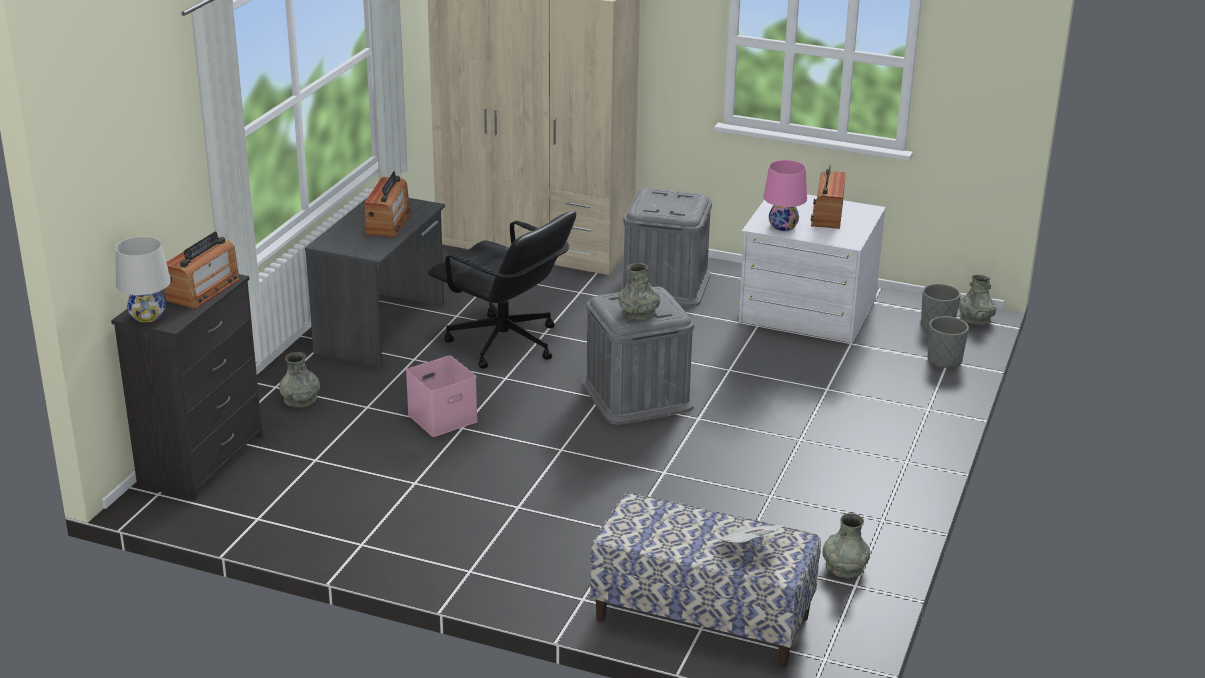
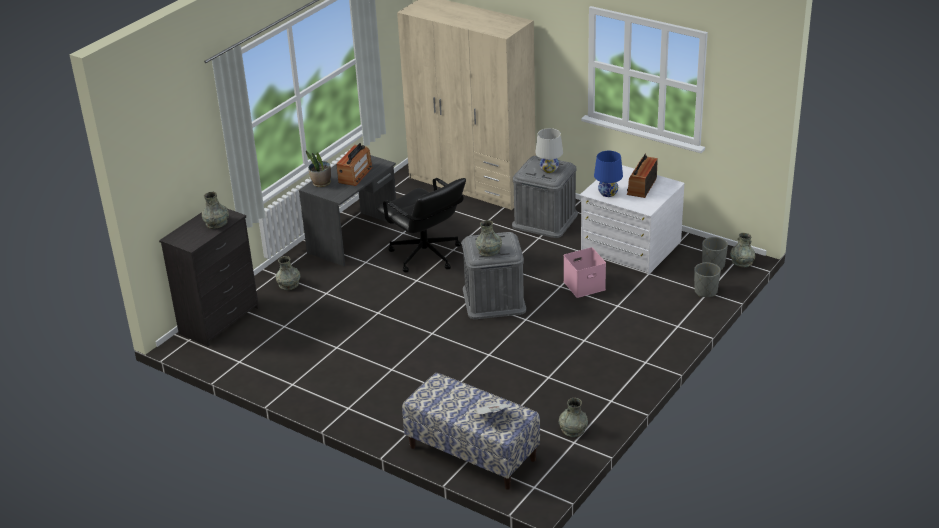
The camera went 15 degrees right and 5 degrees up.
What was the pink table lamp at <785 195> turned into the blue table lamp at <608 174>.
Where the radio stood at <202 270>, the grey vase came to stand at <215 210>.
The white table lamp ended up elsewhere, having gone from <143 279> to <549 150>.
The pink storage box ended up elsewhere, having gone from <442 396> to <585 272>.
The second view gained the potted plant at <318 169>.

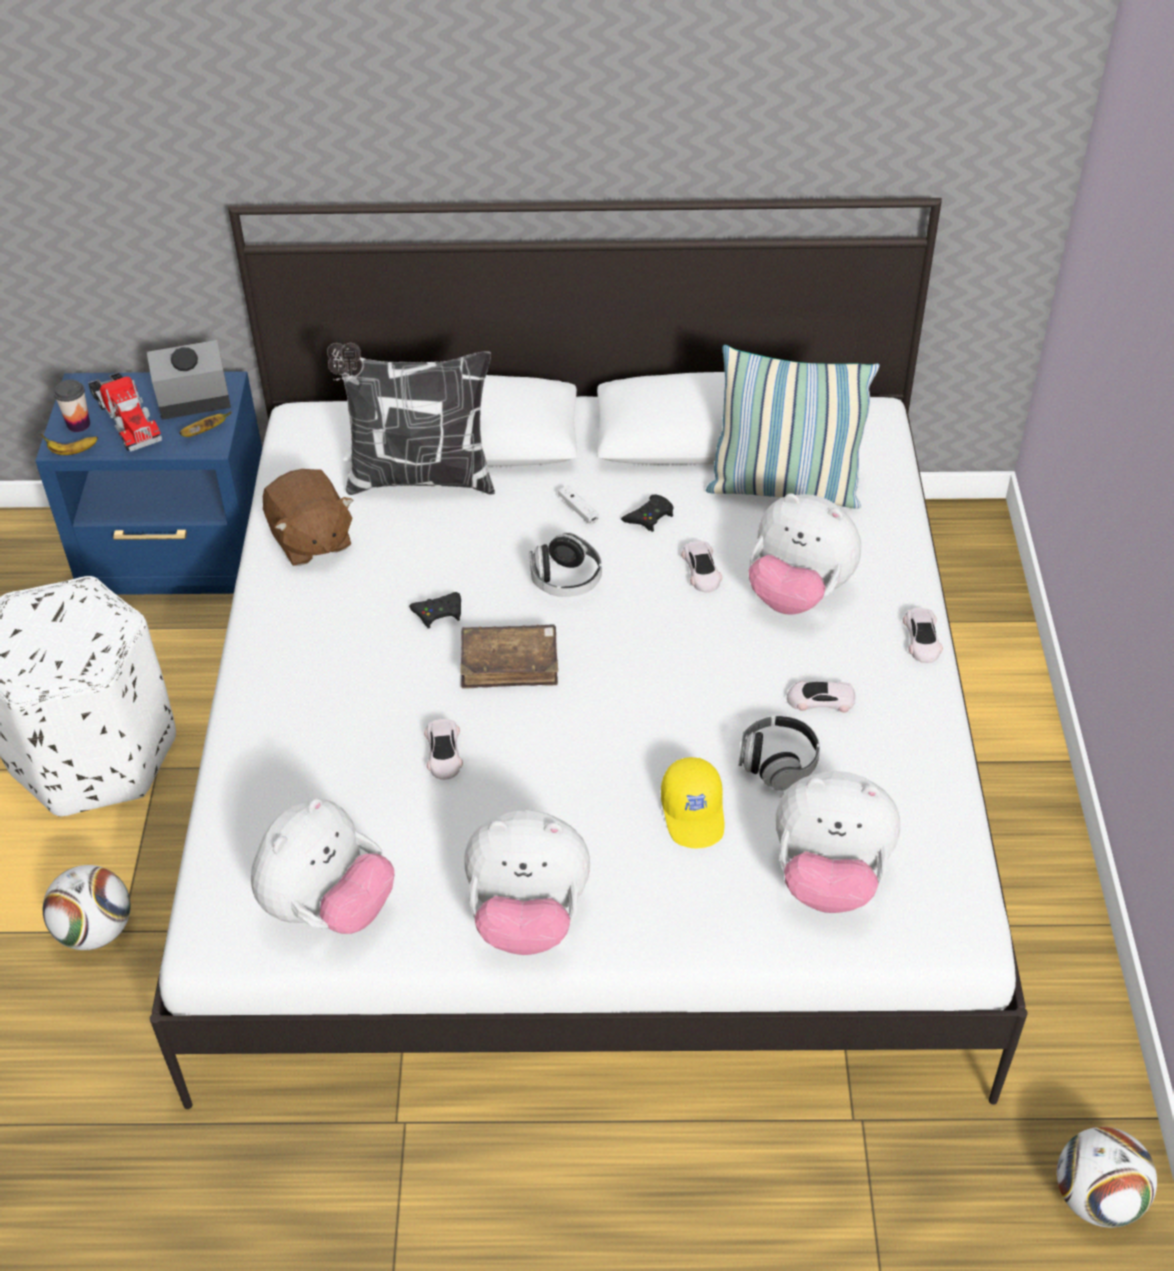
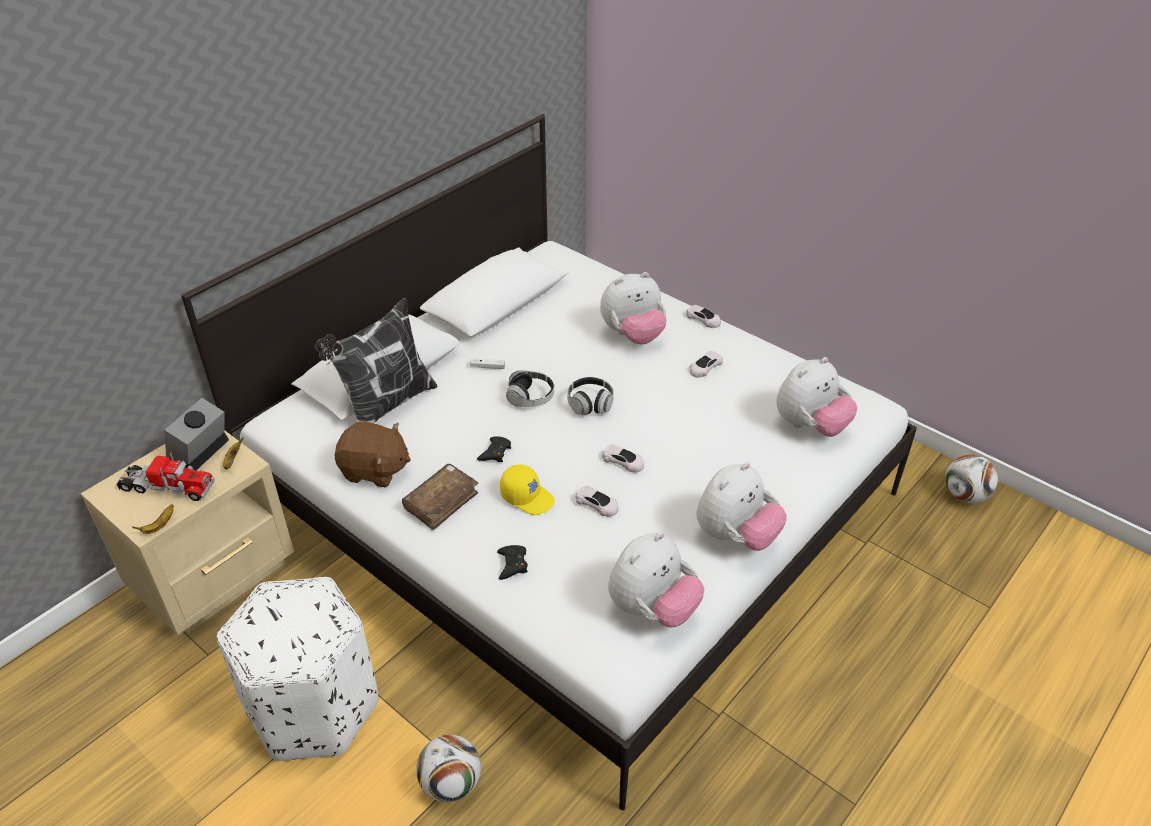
The camera went 50 degrees left and 5 degrees down.
The second view lost the pillow at <793 427>.
What was the blue nightstand at <148 483> turned into the beige nightstand at <187 533>.
The second view lost the cup at <71 406>.
The black game controller ended up elsewhere, having gone from <647 513> to <512 562>.
The white toy car ended up elsewhere, having gone from <701 566> to <623 458>.
The brown book ended up elsewhere, having gone from <509 657> to <440 497>.
The headphones ended up elsewhere, having gone from <779 753> to <591 396>.
The yellow cap ended up elsewhere, having gone from <693 802> to <527 490>.
The plush toy at <322 866> ended up facing another way, 60 degrees clockwise from before.

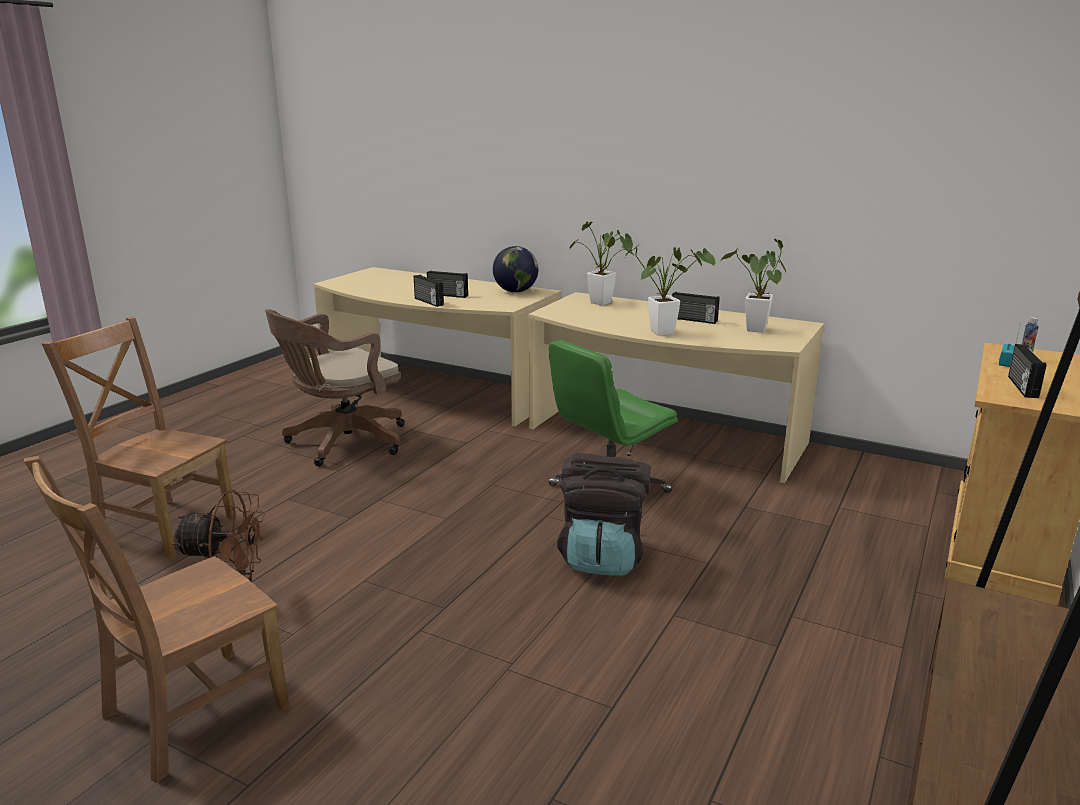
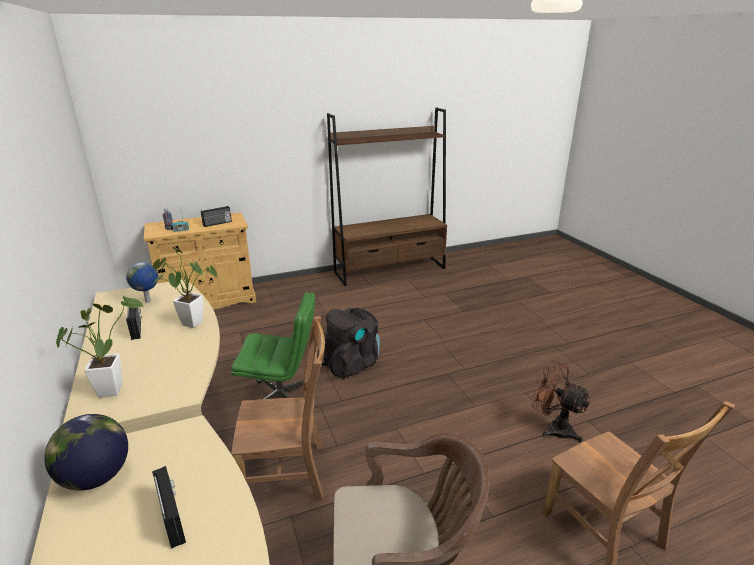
The camera went 140 degrees left and 5 degrees up.
Where the potted plant stood at <753 286>, the globe came to stand at <142 282>.
The second view lost the radio at <429 291>.
The brown chair ended up elsewhere, having gone from <156 619> to <278 408>.

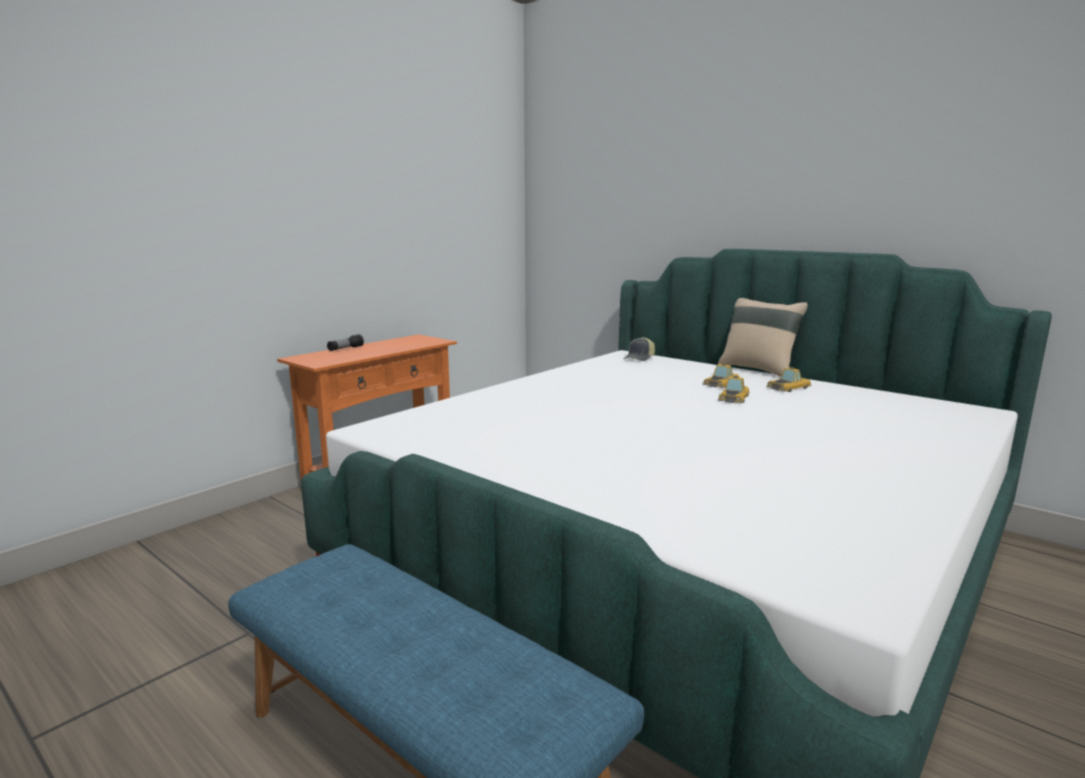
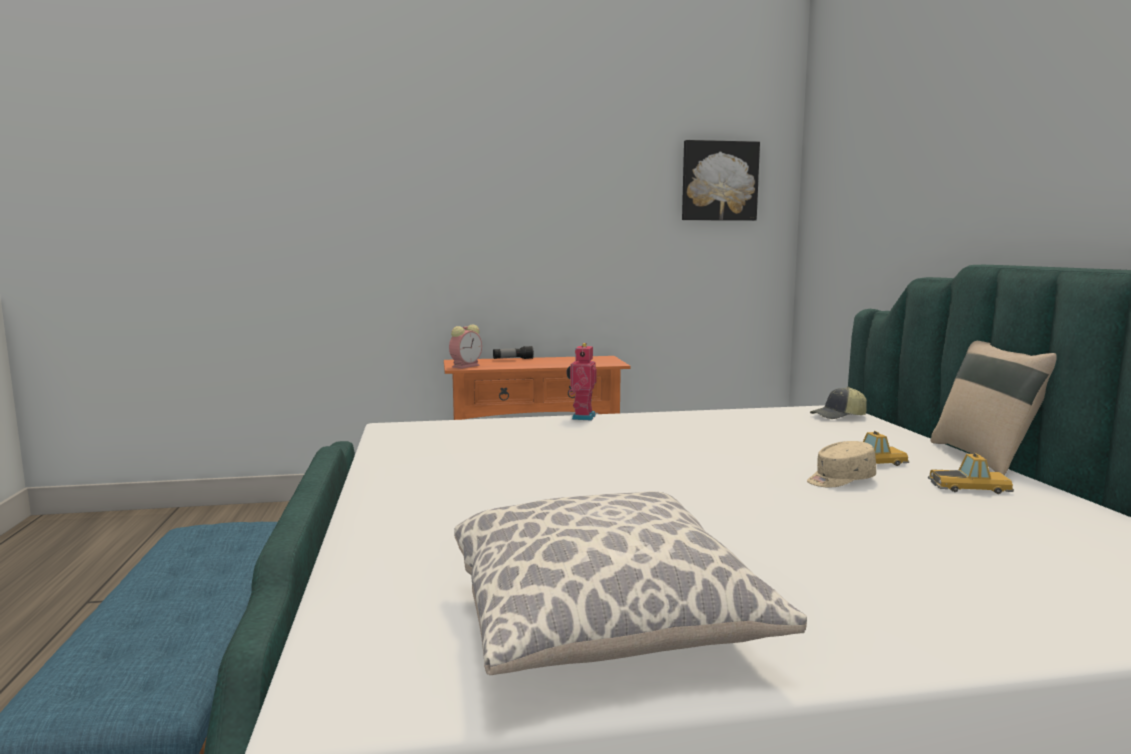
The camera went 40 degrees right and 5 degrees down.
Where the toy car stood at <734 389>, the beige cap came to stand at <841 464>.
The second view gained the picture at <721 180>.
The second view gained the alarm clock at <465 346>.
The second view gained the toy robot at <582 382>.
The second view gained the pillow at <630 583>.

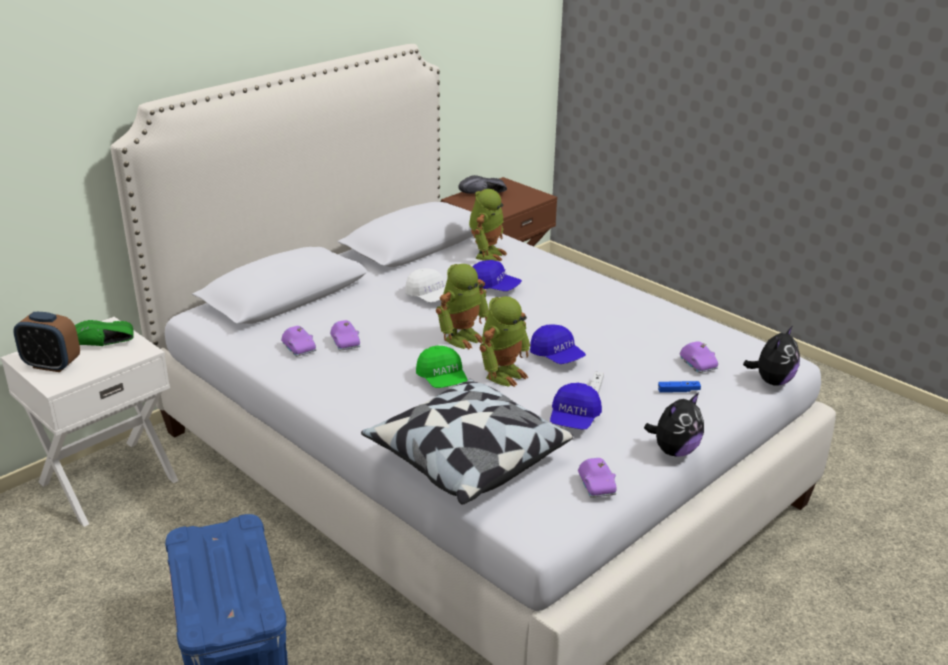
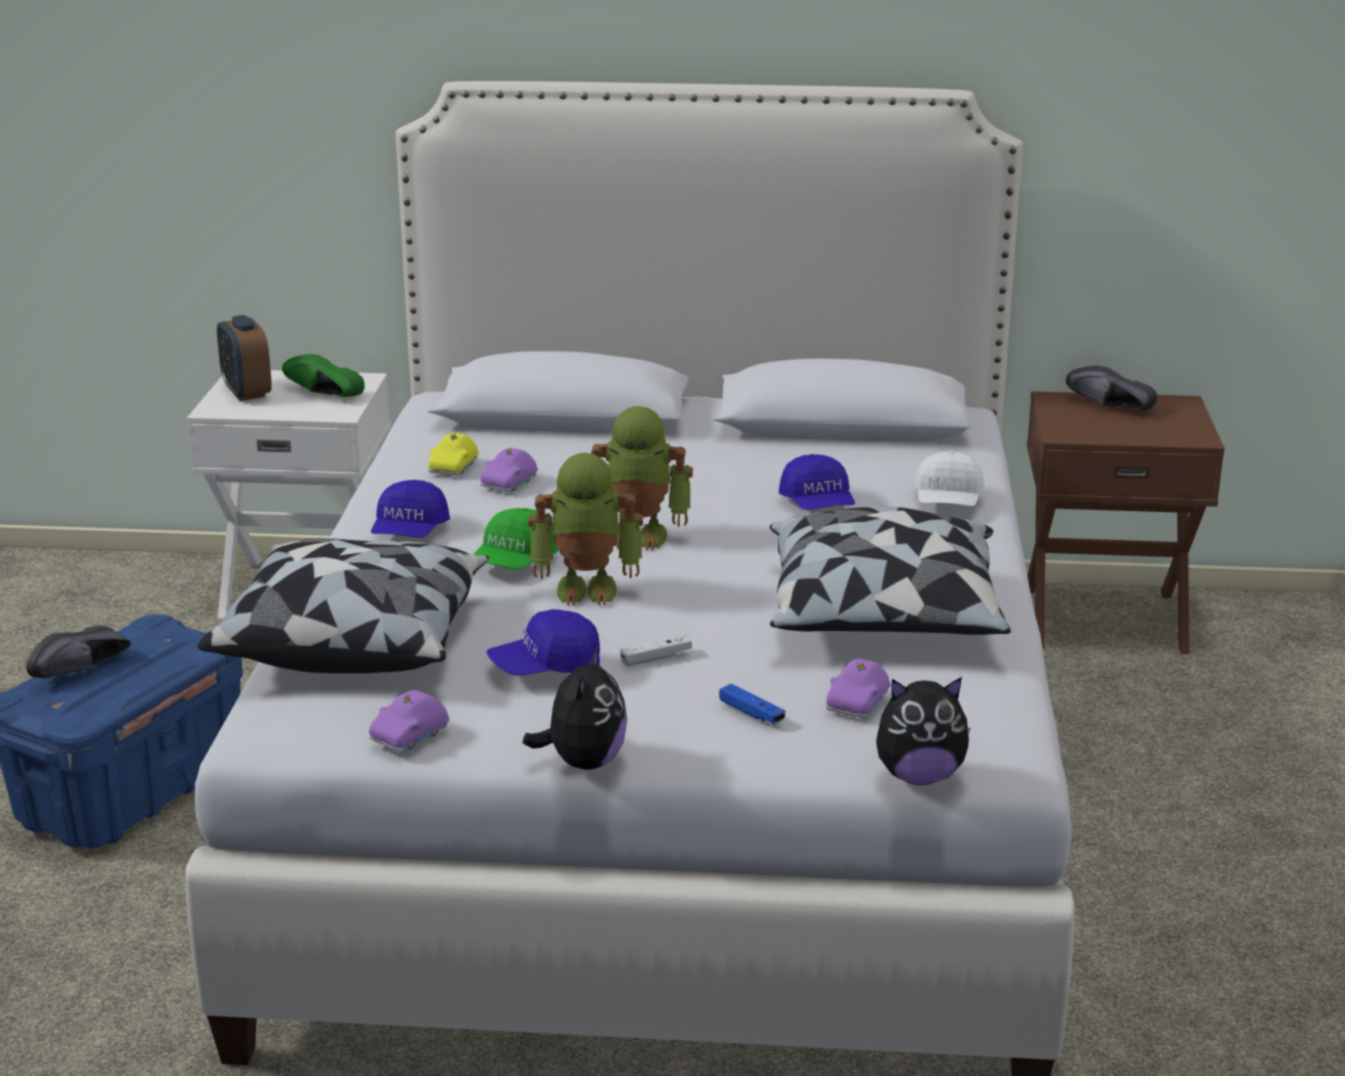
The camera went 50 degrees right and 5 degrees down.
The second view lost the toy robot at <488 225>.
The white cap ended up elsewhere, having gone from <425 285> to <949 478>.
The blue cap ended up elsewhere, having gone from <558 344> to <410 509>.
What was the purple toy car at <298 341> turned into the yellow toy car at <453 454>.
The plush toy at <674 424> ended up facing another way, 90 degrees counterclockwise from before.
The second view gained the pillow at <890 570>.
The second view gained the black shoe at <78 651>.

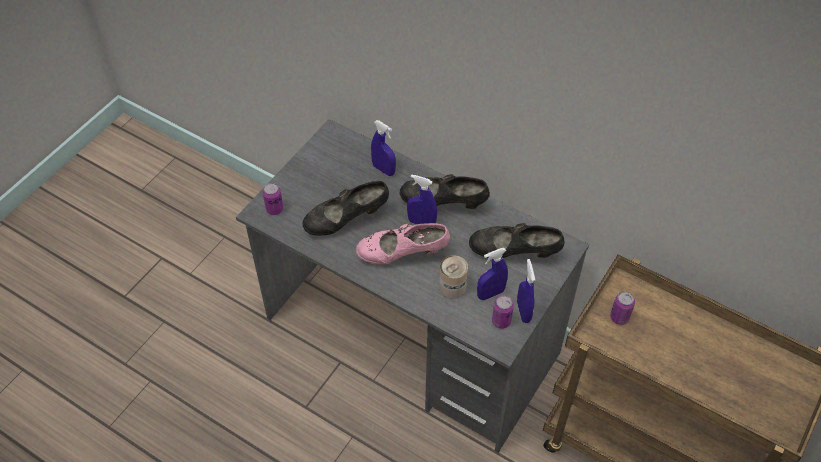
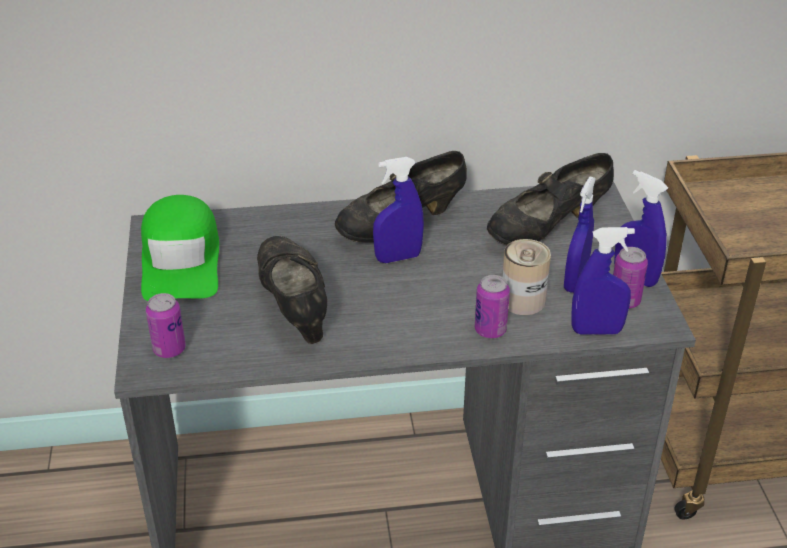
The camera went 40 degrees left and 15 degrees down.
The blue spray bottle ended up elsewhere, having gone from <383 148> to <603 281>.
The black shoe at <345 208> ended up facing another way, 135 degrees clockwise from before.
The second view lost the pink shoe at <403 243>.
The can ended up elsewhere, having gone from <622 308> to <492 307>.
The second view gained the green cap at <180 248>.

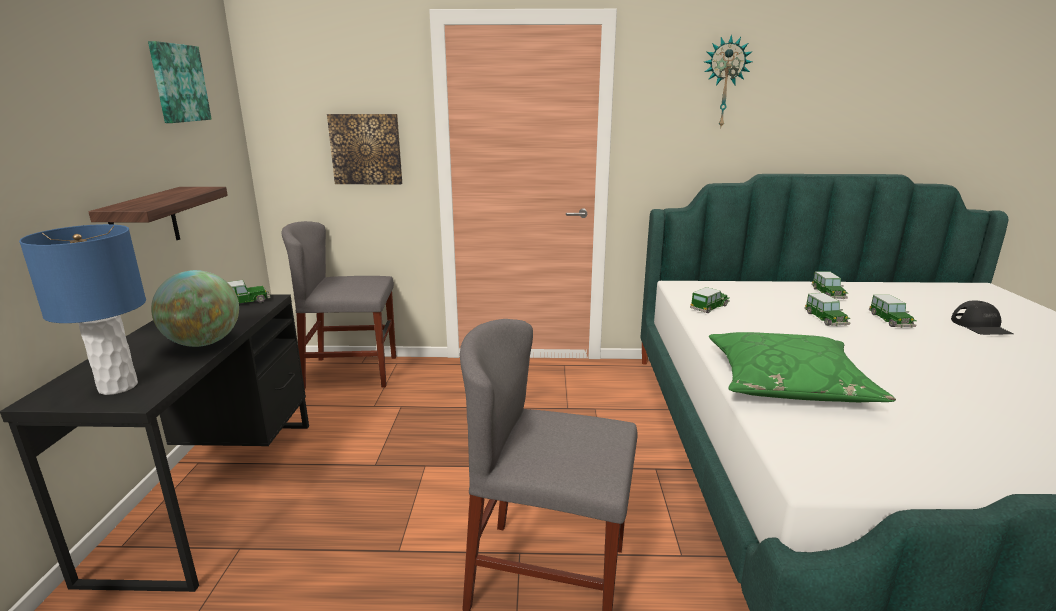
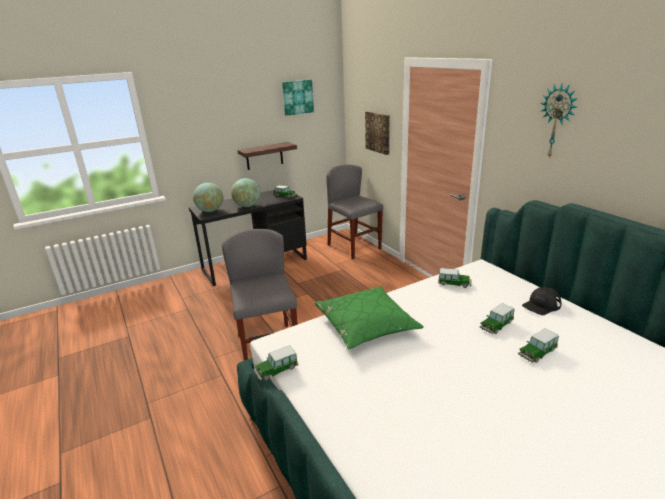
The camera went 60 degrees right and 5 degrees up.
Where the blue table lamp stood at <82 309>, the globe came to stand at <208 197>.
The toy car ended up elsewhere, having gone from <830 285> to <276 363>.
The black cap ended up elsewhere, having gone from <982 317> to <541 301>.

